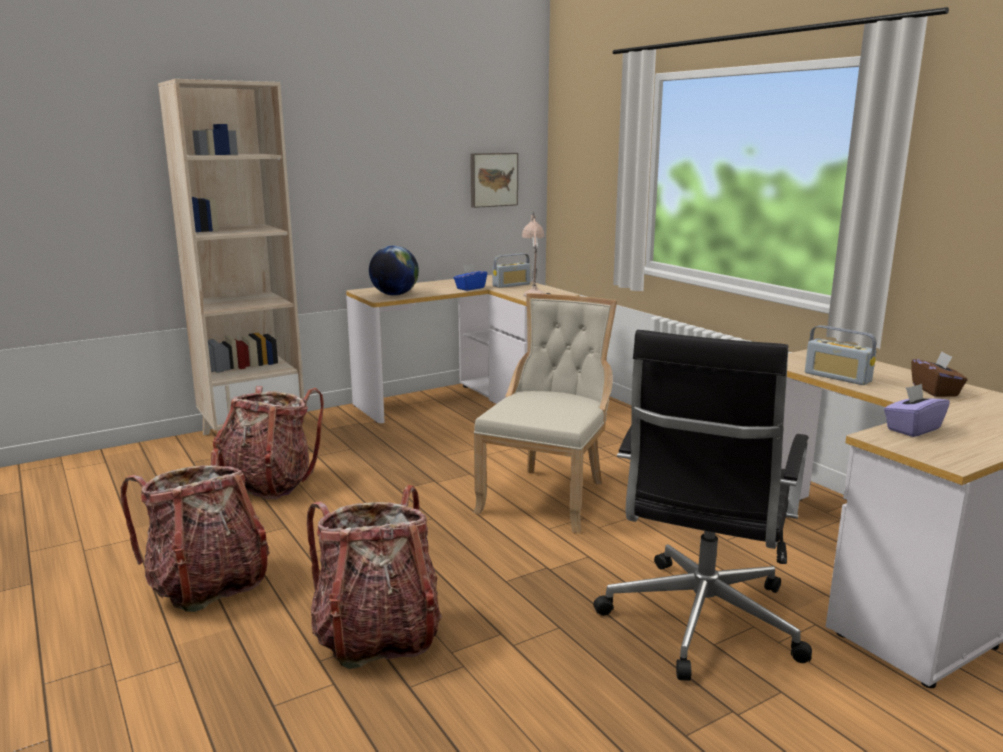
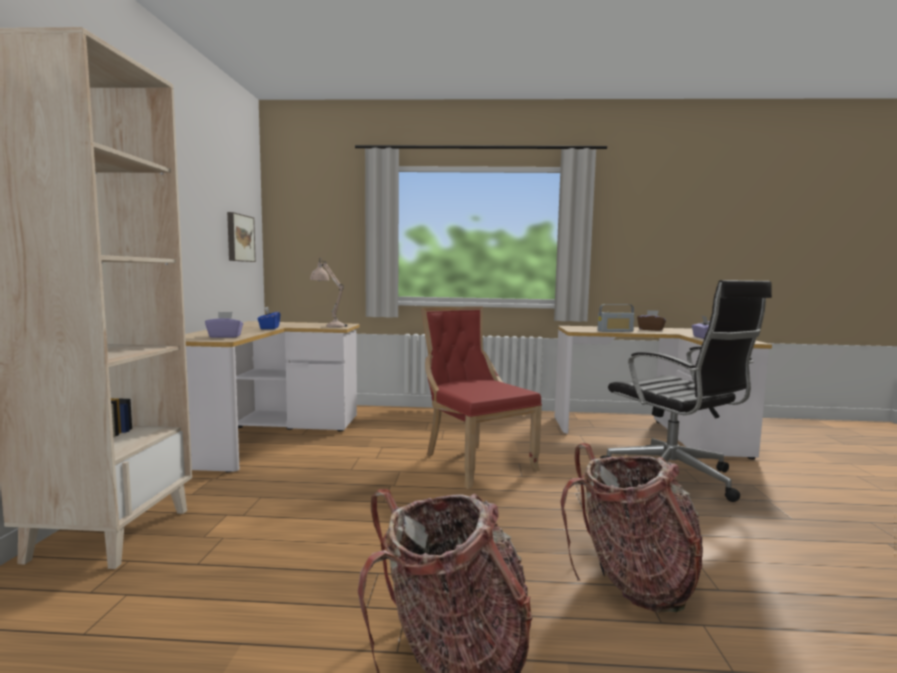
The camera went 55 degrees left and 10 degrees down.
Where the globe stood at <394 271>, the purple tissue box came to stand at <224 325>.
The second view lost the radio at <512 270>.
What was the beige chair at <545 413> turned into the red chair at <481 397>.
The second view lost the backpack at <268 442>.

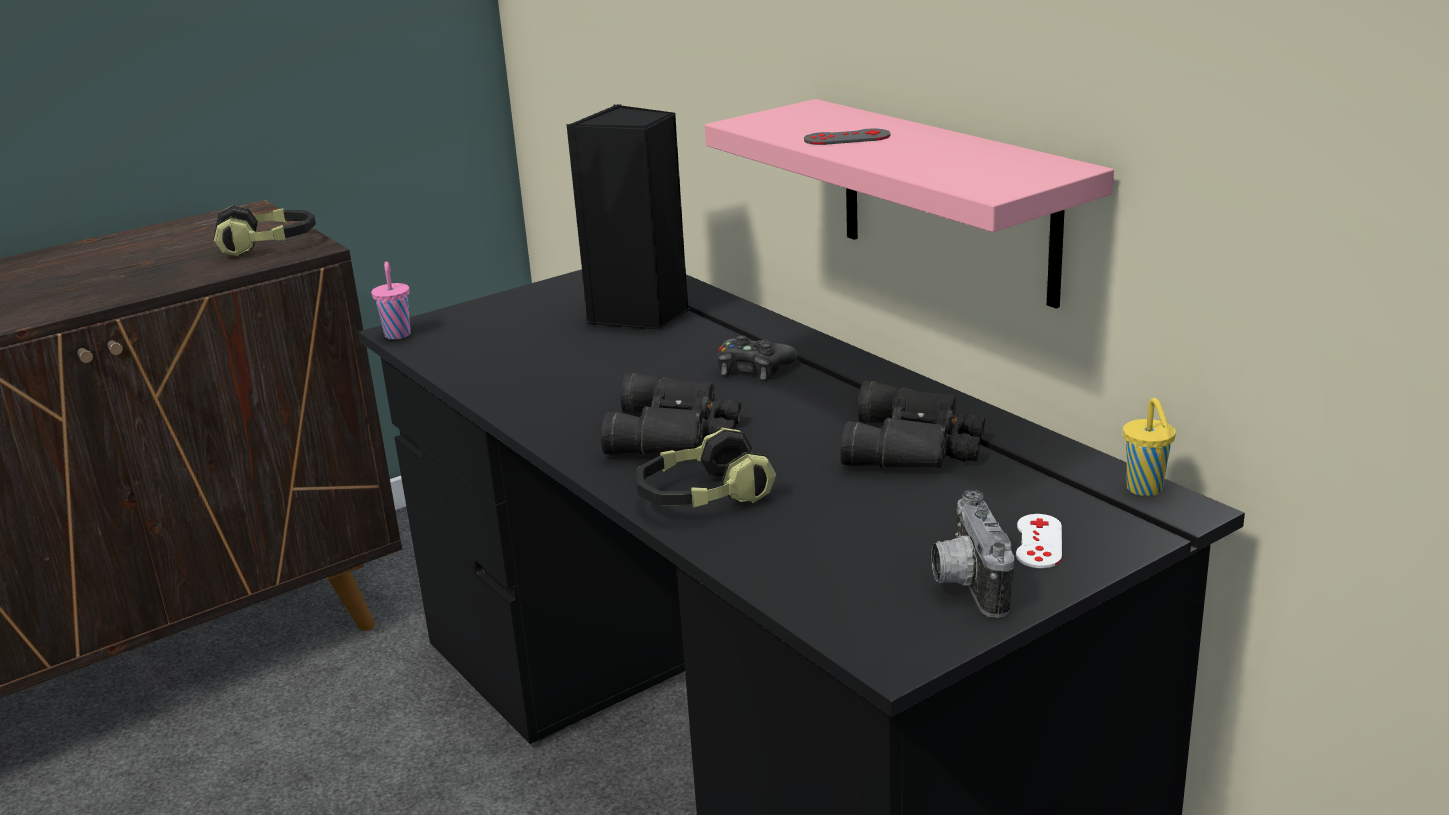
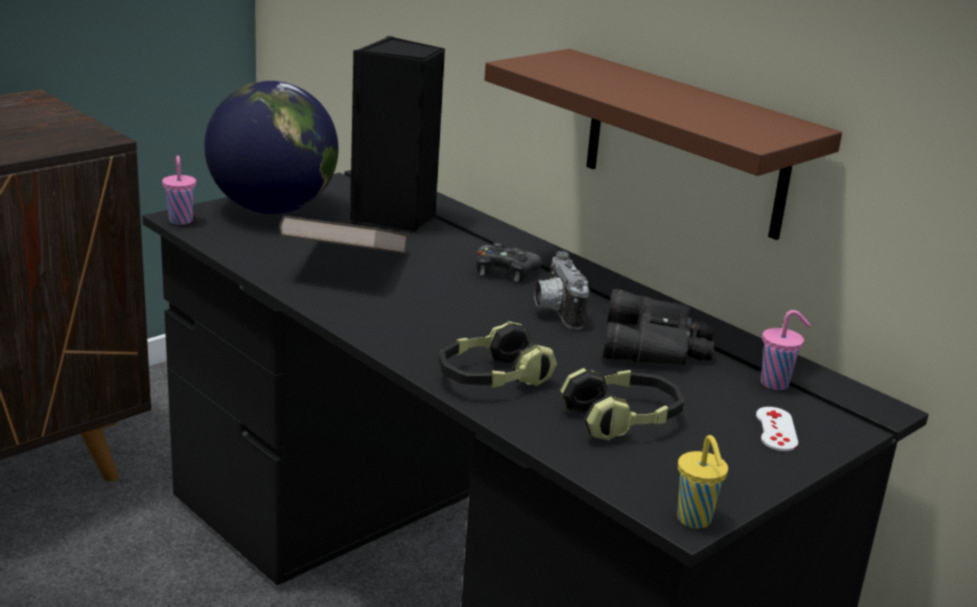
The camera went 10 degrees left and 0 degrees up.
What was the pink shelf at <909 204> turned into the brown shelf at <663 144>.
The second view lost the grey game controller at <847 137>.
The headphones ended up elsewhere, having gone from <264 230> to <622 404>.
The second view lost the black binoculars at <671 414>.
The yellow cup ended up elsewhere, having gone from <1149 447> to <702 481>.
The photo camera ended up elsewhere, having gone from <972 554> to <561 290>.
The second view gained the globe at <271 147>.
The second view gained the brown book at <343 235>.
The second view gained the pink cup at <785 350>.

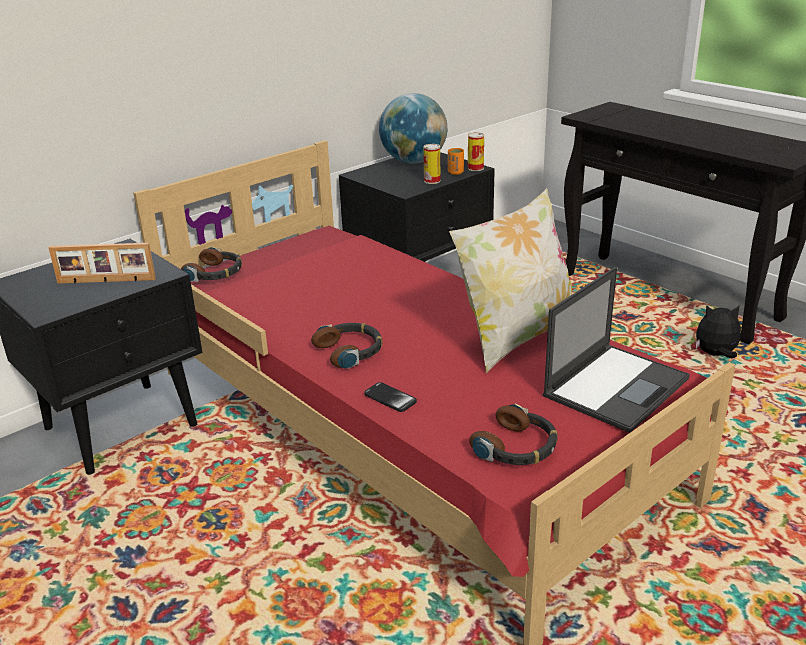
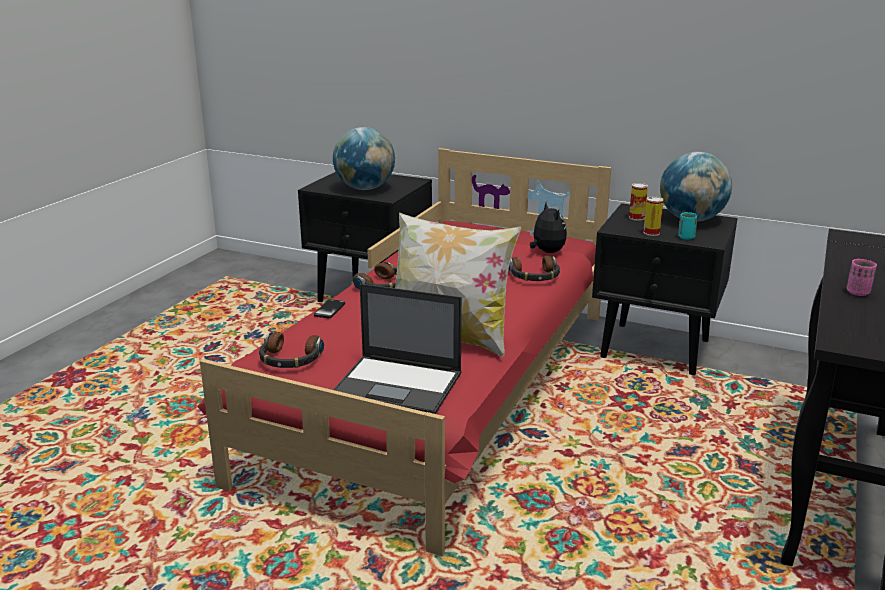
The camera went 65 degrees right and 5 degrees down.
The can ended up elsewhere, having gone from <476 151> to <638 202>.
What was the orange cup at <456 161> turned into the turquoise cup at <688 226>.
Where the picture frame stood at <102 263>, the globe came to stand at <364 158>.
The headphones ended up elsewhere, having gone from <211 264> to <534 268>.
The plush toy ended up elsewhere, having gone from <718 331> to <548 227>.
The second view gained the pink cup at <862 277>.

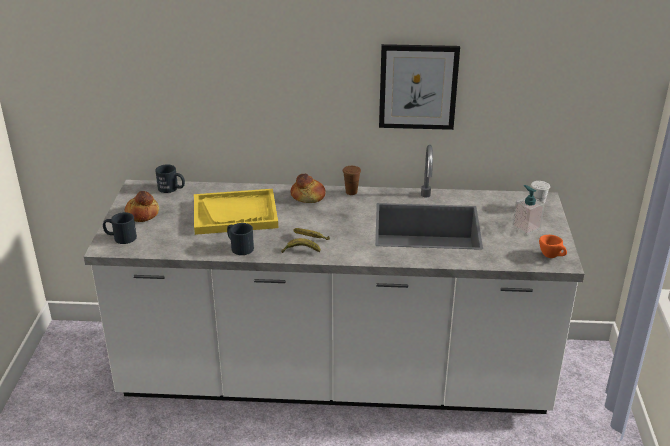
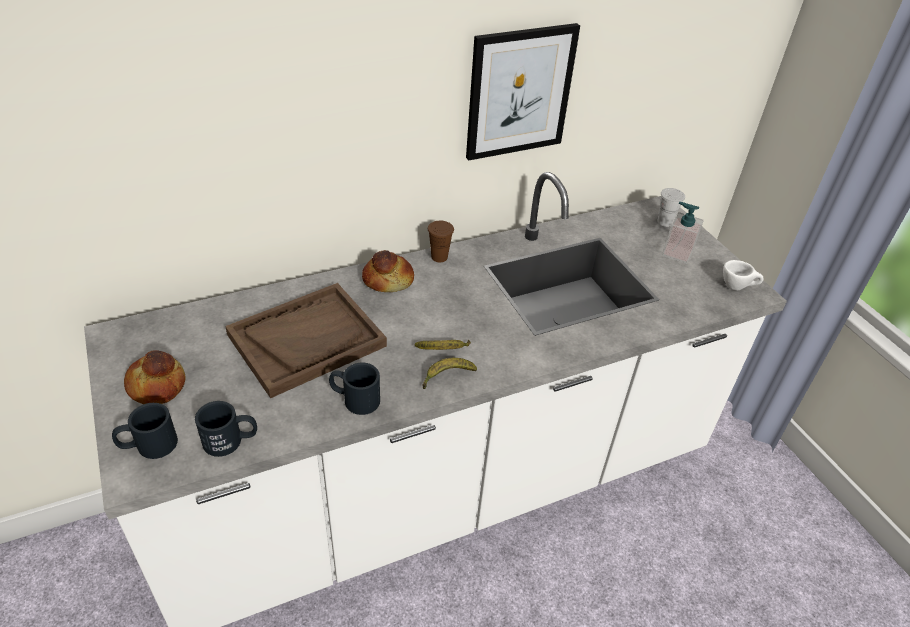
The camera went 30 degrees left and 10 degrees up.
The black mug ended up elsewhere, having gone from <170 178> to <226 429>.
What was the yellow tray at <236 212> turned into the brown tray at <306 340>.
What was the orange cup at <553 246> turned into the white cup at <743 275>.

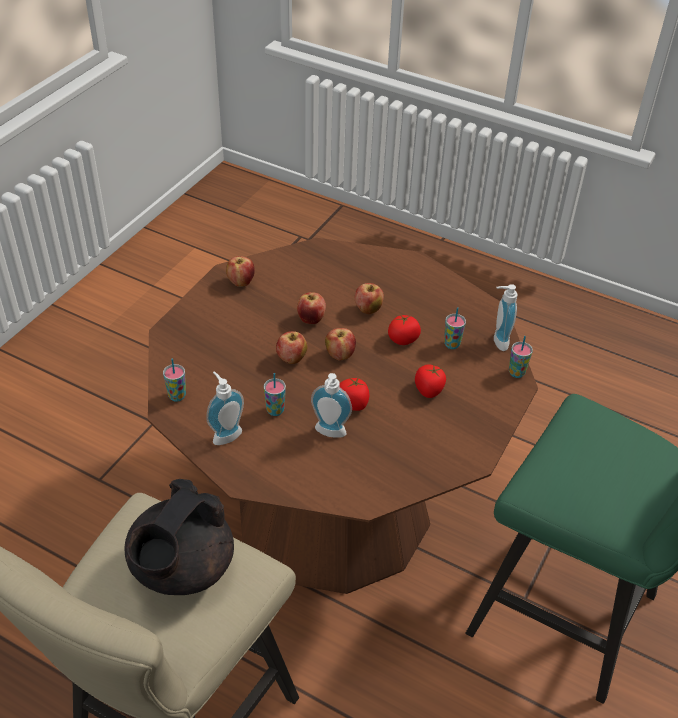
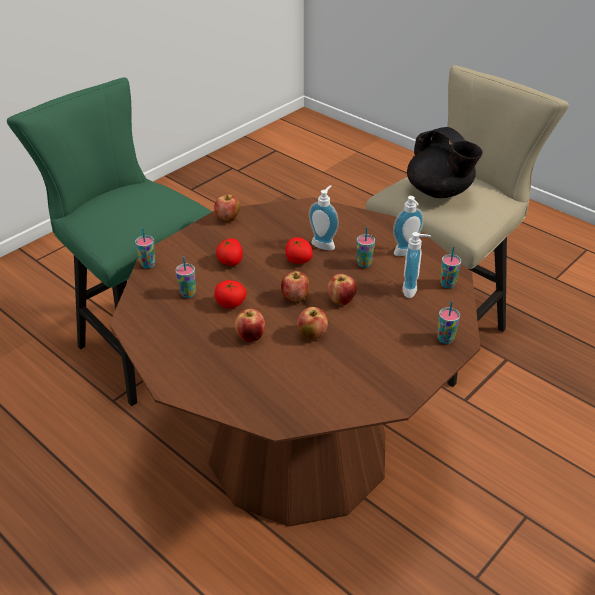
The camera went 165 degrees left and 5 degrees down.
The apple ended up elsewhere, having gone from <240 271> to <227 208>.
The soap dispenser ended up elsewhere, having gone from <506 317> to <417 265>.
The black teapot at <179 537> ended up facing another way, 105 degrees clockwise from before.
The second view gained the cup at <448 322>.

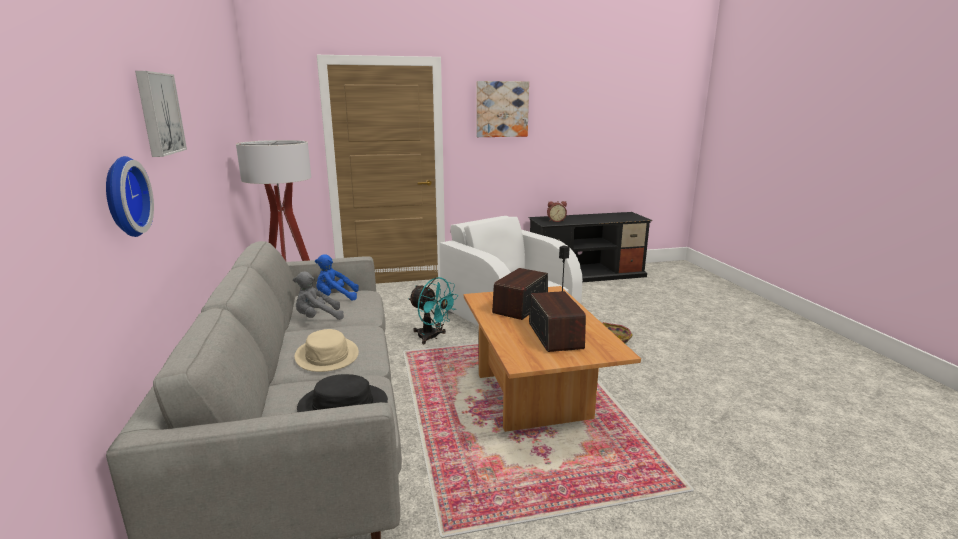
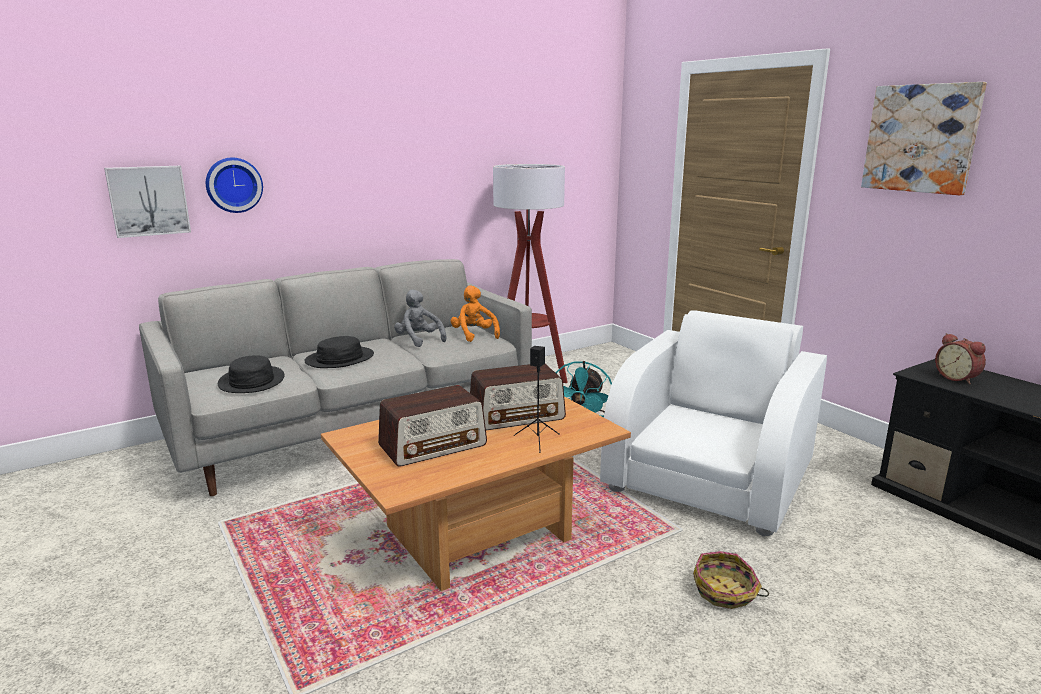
The camera went 70 degrees right and 0 degrees up.
The picture ended up elsewhere, having gone from <161 114> to <147 202>.
What was the blue plush toy at <337 277> turned into the orange plush toy at <475 313>.
The radio at <520 294> ended up facing another way, 150 degrees clockwise from before.
What was the beige hat at <326 350> turned into the black hat at <339 352>.

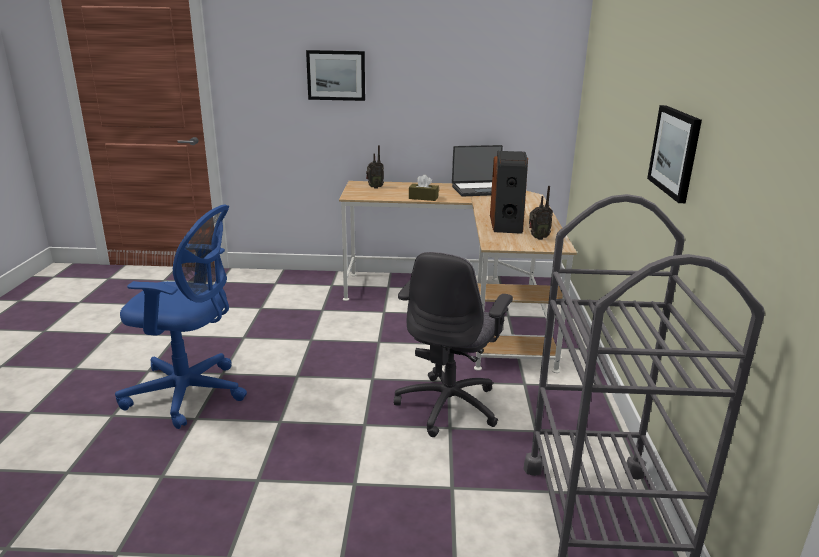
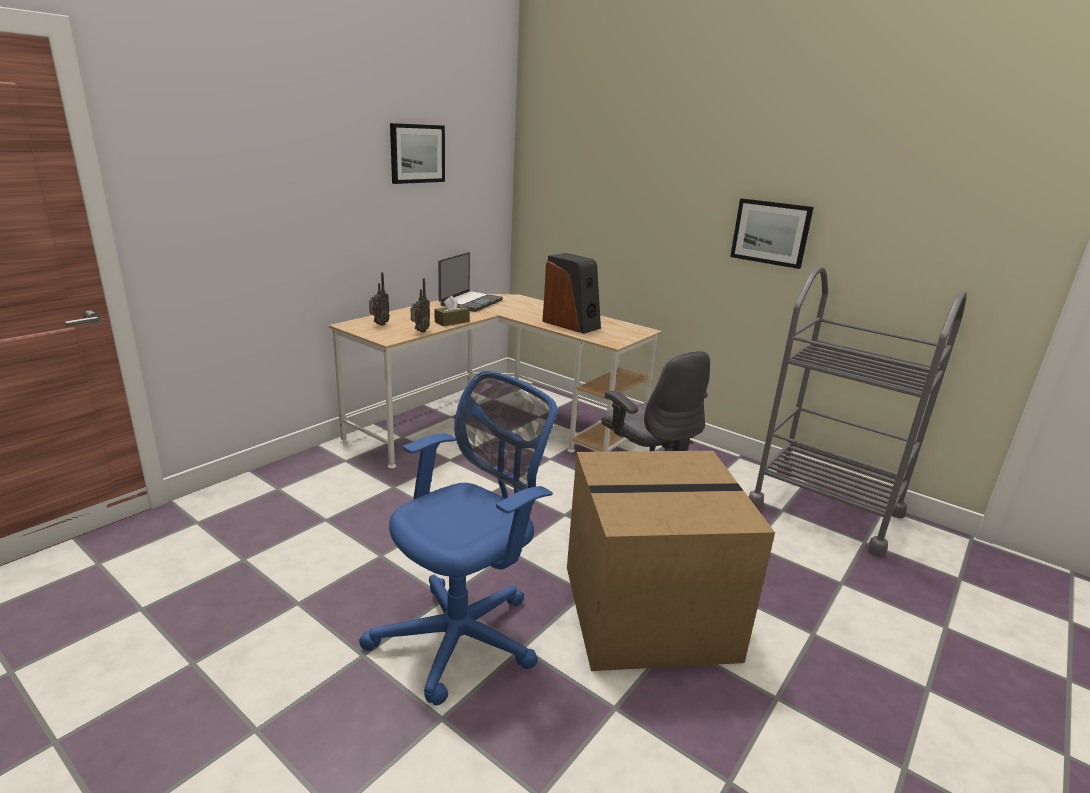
The camera went 55 degrees left and 0 degrees up.
The picture ended up elsewhere, having gone from <335 75> to <417 153>.
The radio ended up elsewhere, having gone from <541 213> to <420 305>.
The second view gained the cardboard box at <671 561>.

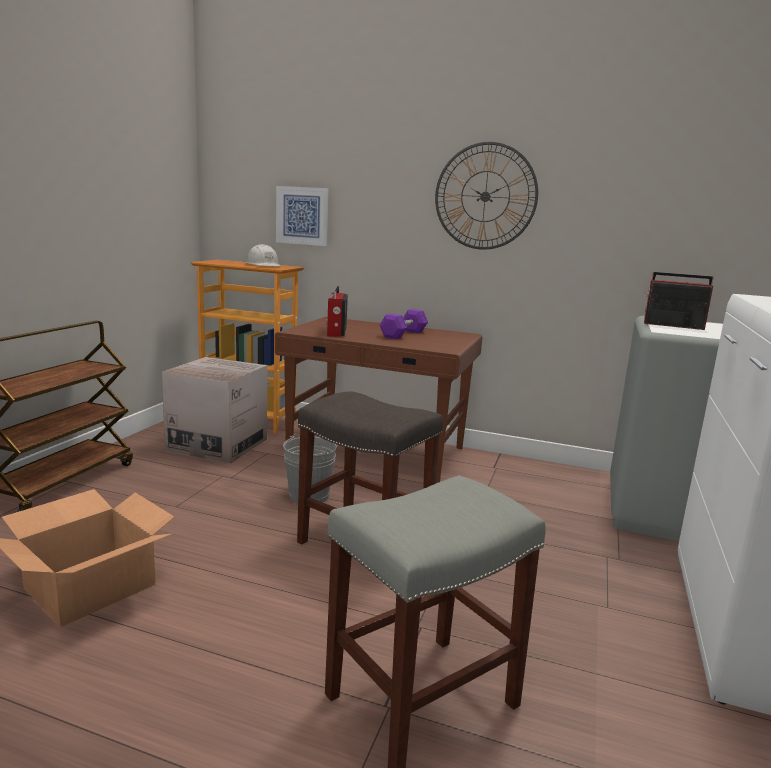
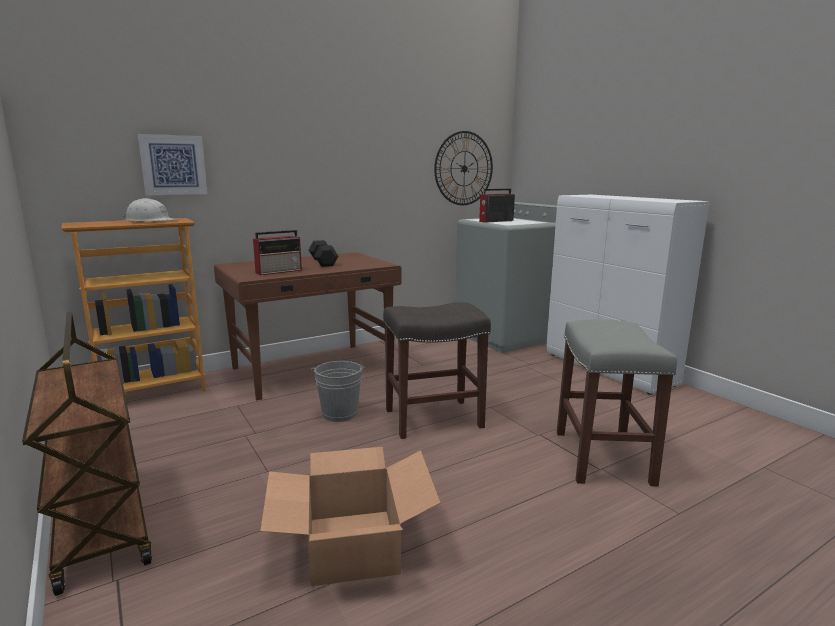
The camera went 50 degrees left and 0 degrees up.
The wall clock ended up elsewhere, having gone from <486 196> to <463 168>.
The radio at <337 311> ended up facing another way, 75 degrees counterclockwise from before.
What was the purple dumbbell at <404 324> turned into the black dumbbell at <323 253>.
The second view lost the cardboard box at <214 410>.

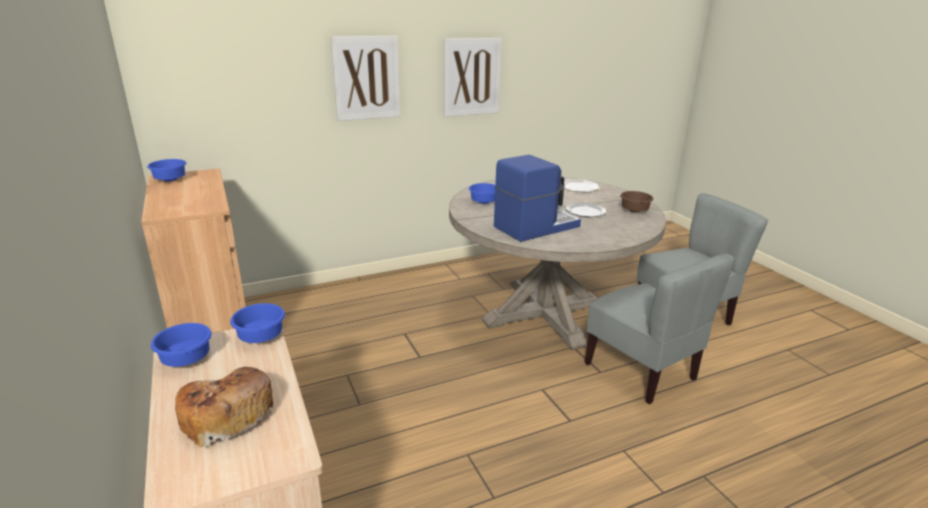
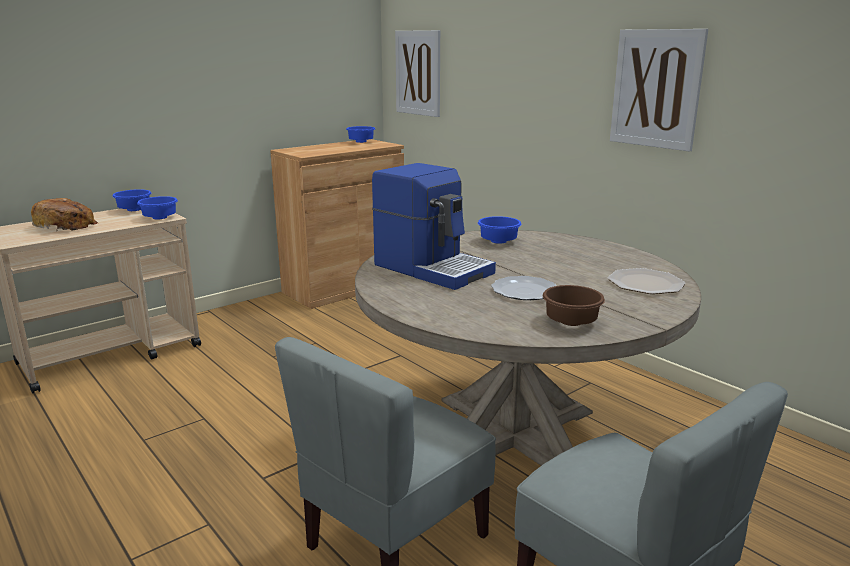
The camera went 75 degrees right and 5 degrees down.
The picture ended up elsewhere, having gone from <365 78> to <417 73>.

